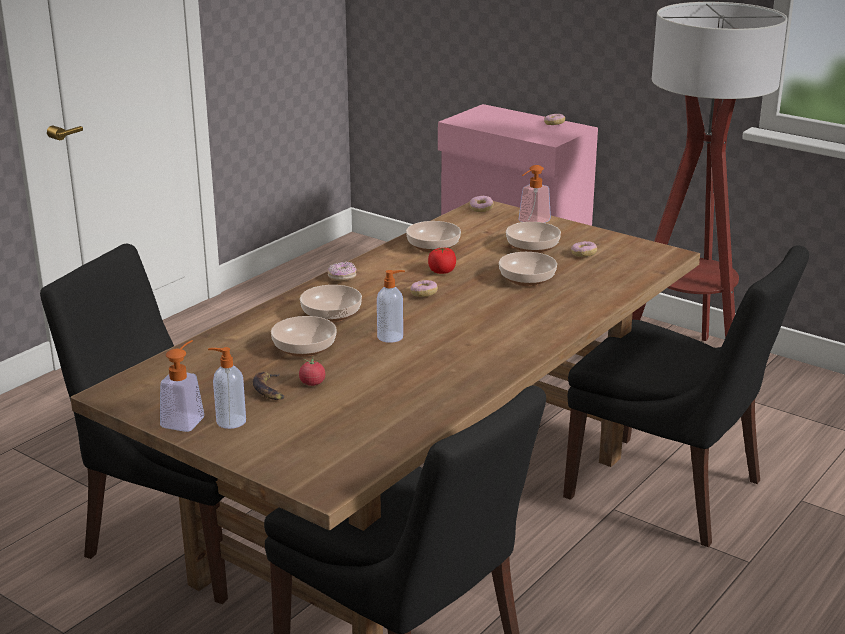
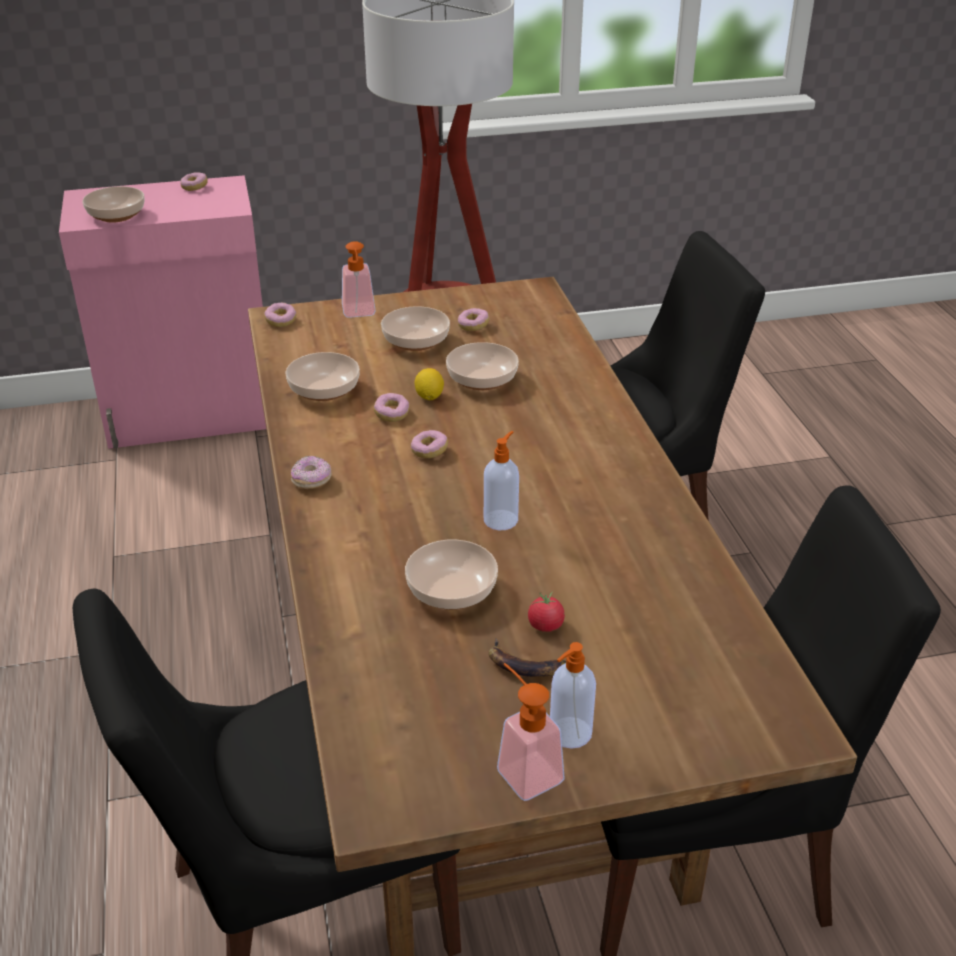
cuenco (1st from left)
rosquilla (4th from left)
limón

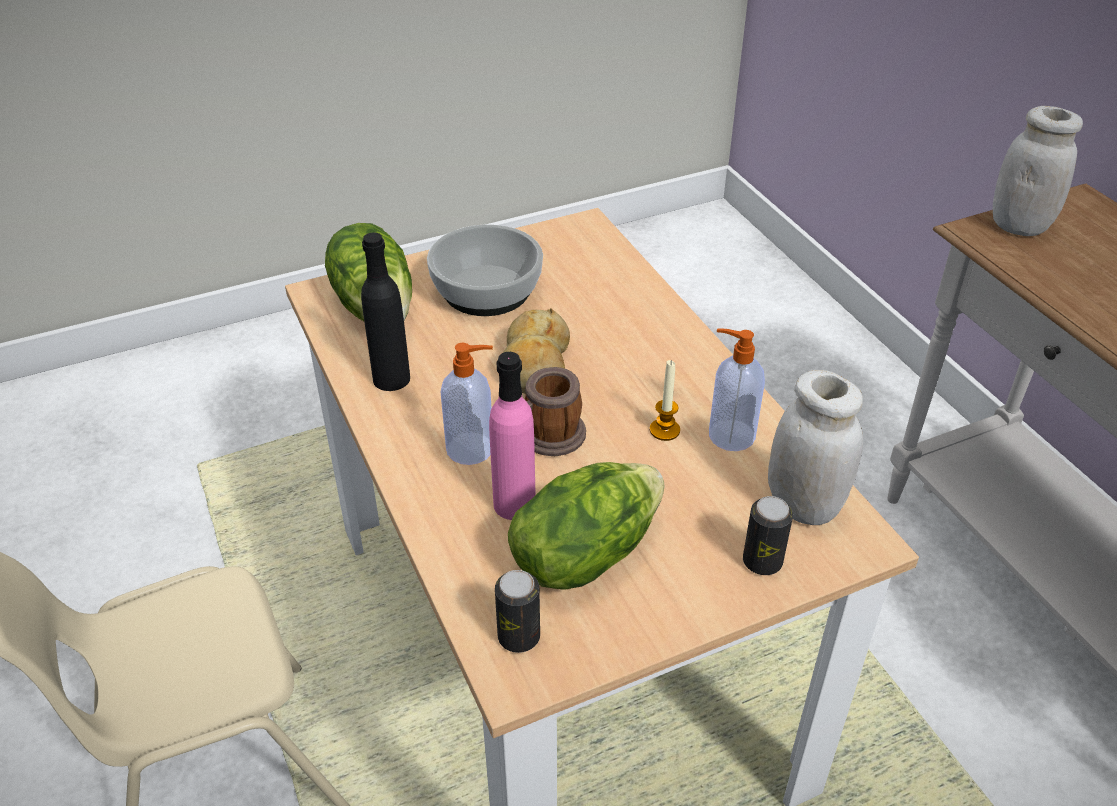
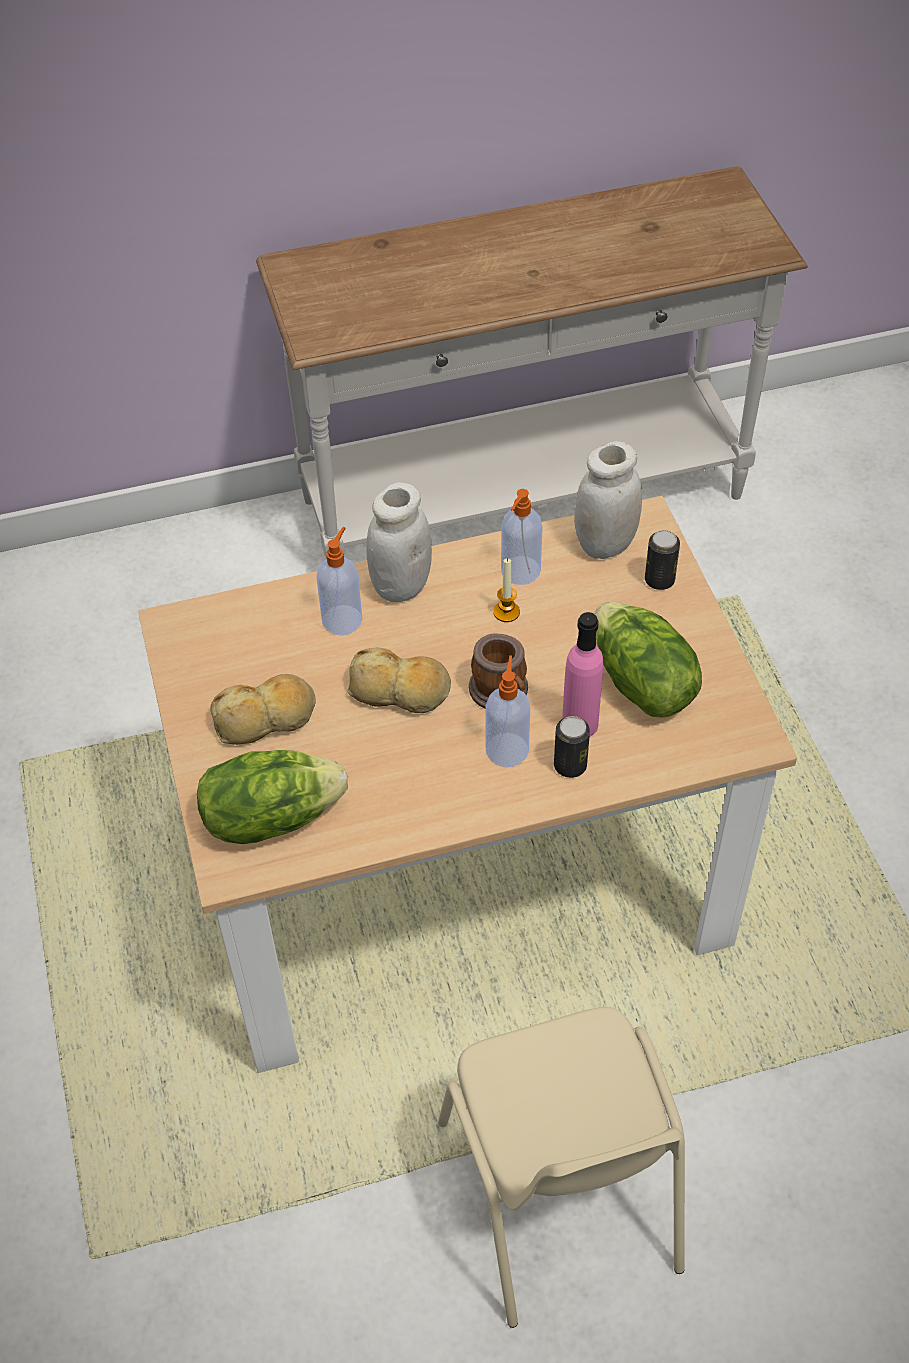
pan (1st from left)
dispensador de jabón (1st from left)
tarro [blanco] (1st from left)
lata (1st from left)
botella [negro]

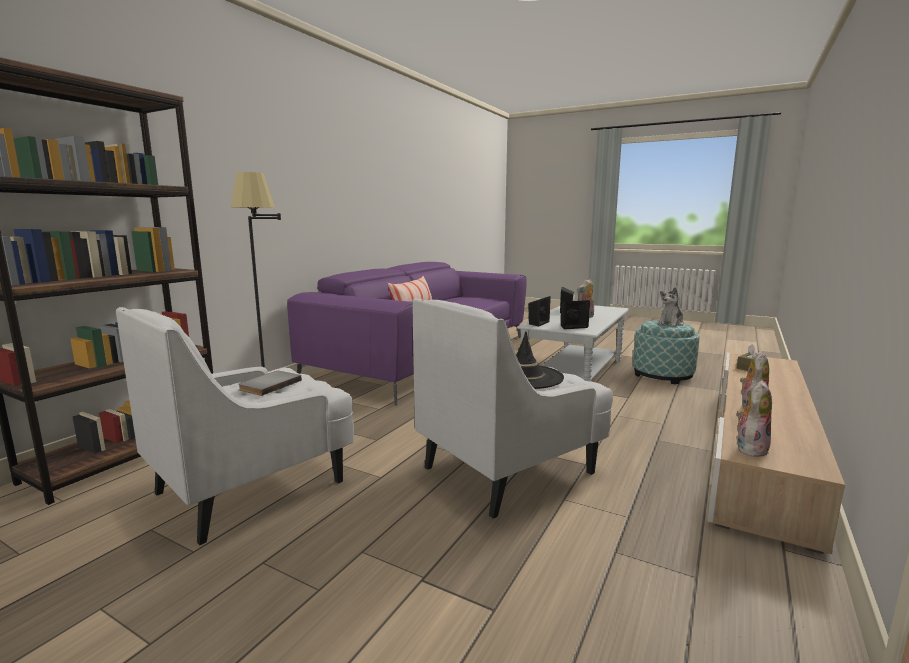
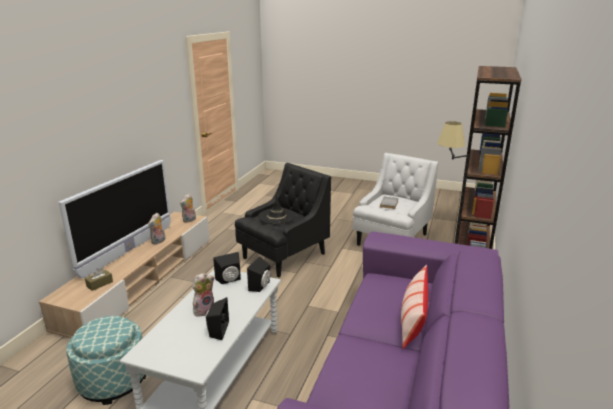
televisor
sillón [negro]
peluche (2nd from left in the first image)

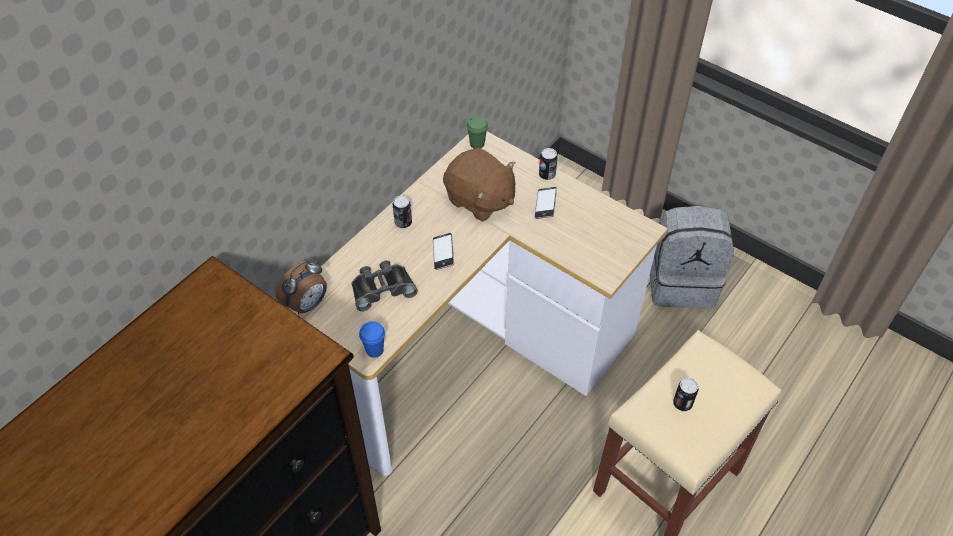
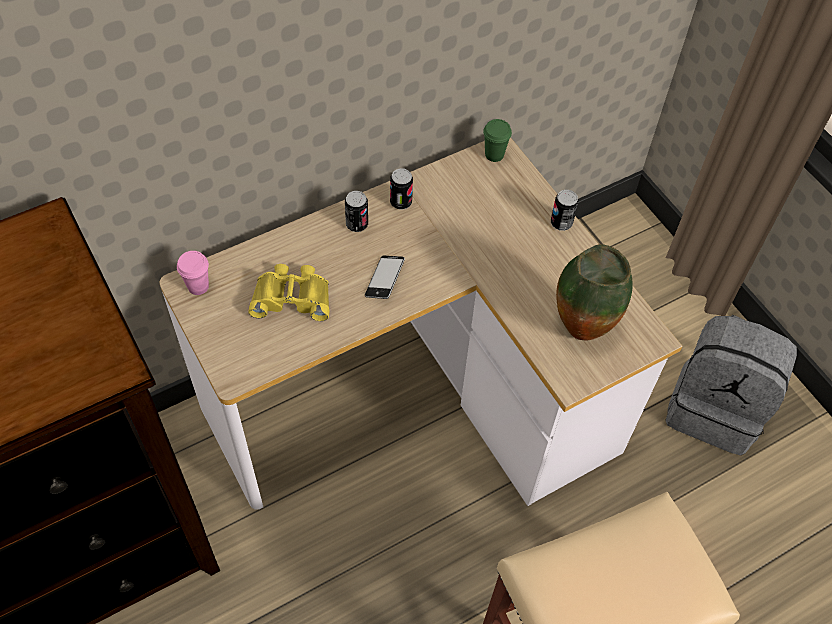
taza [rosa]
prismáticos [amarillo]
lata (2nd from left)
florero
taza [azul]
peluche [marrón]
móvil (2nd from left in the first image)

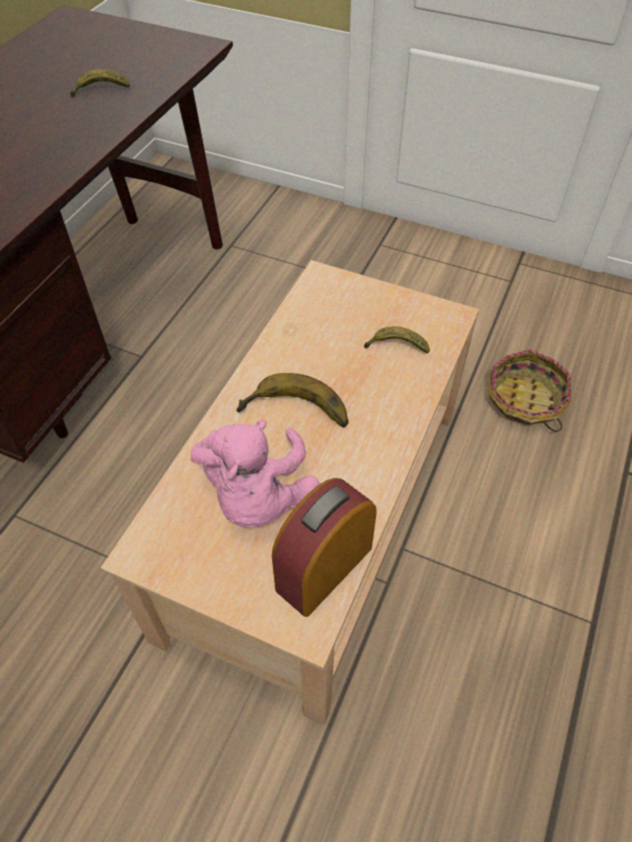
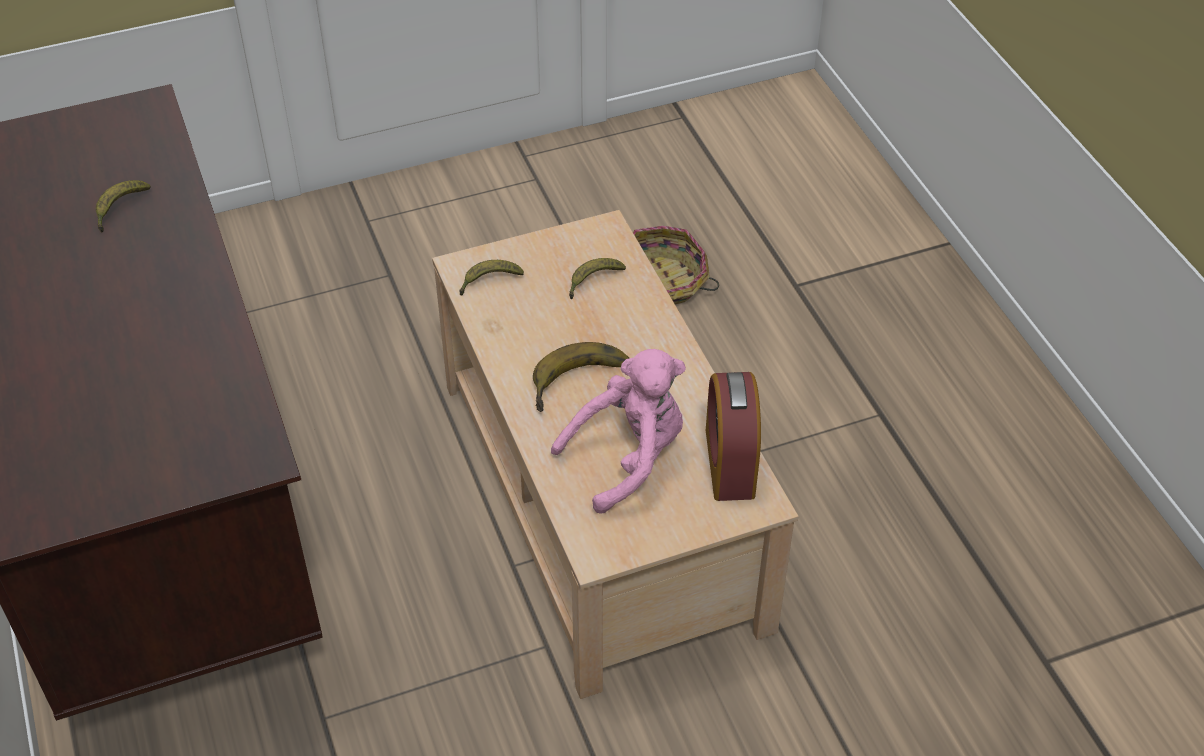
plátano (2nd from left)
peluche [rosa]

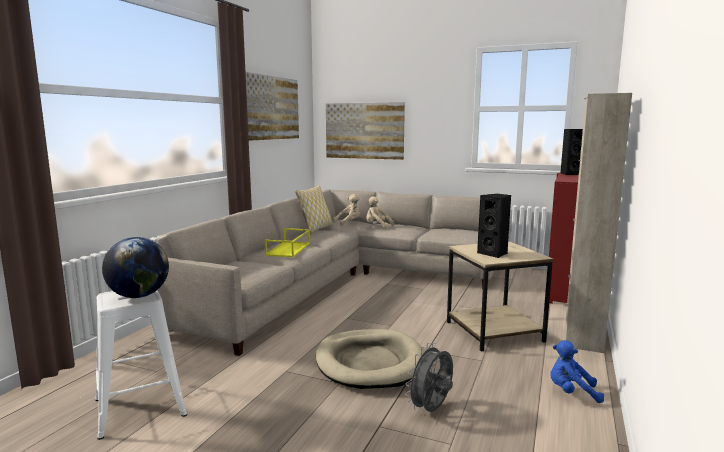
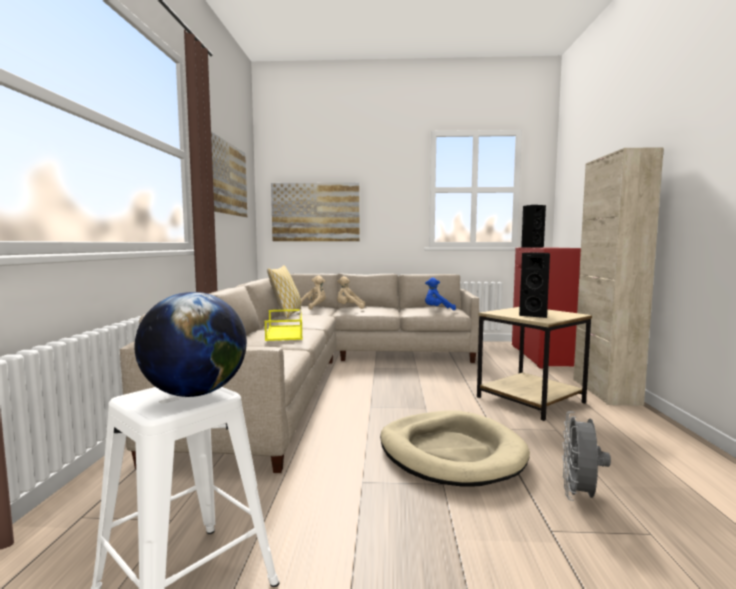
peluche [azul]

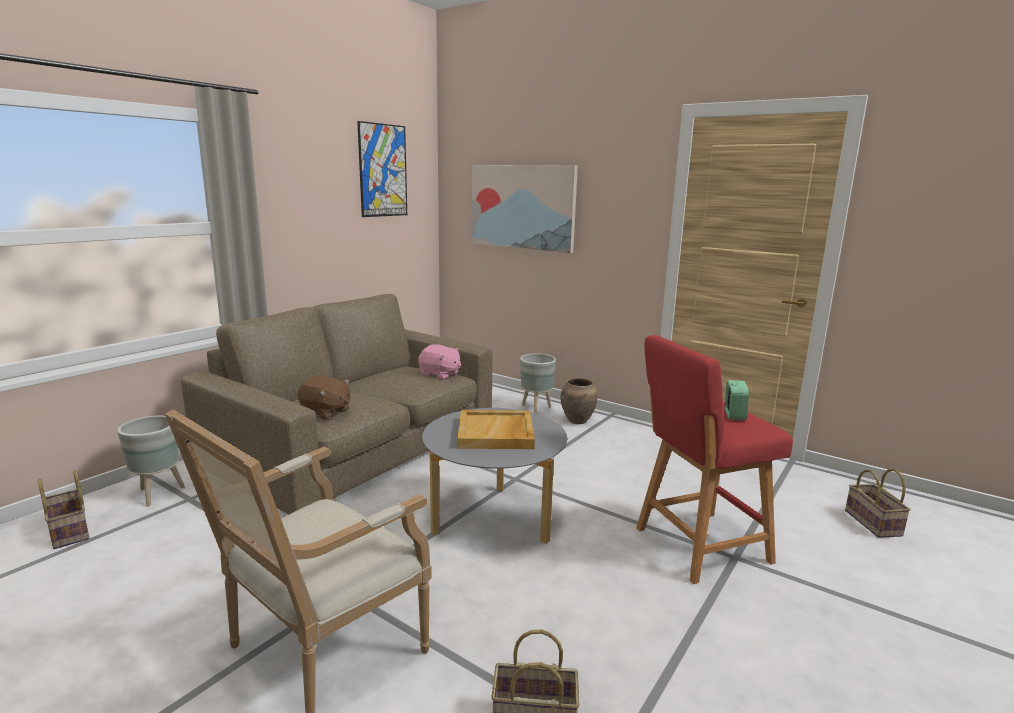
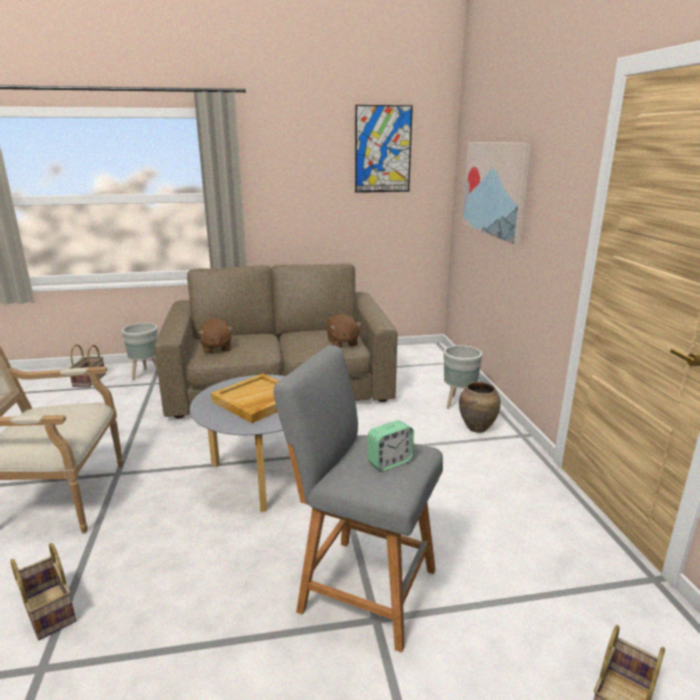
taburete [gris]
peluche [marrón] (2nd from left)

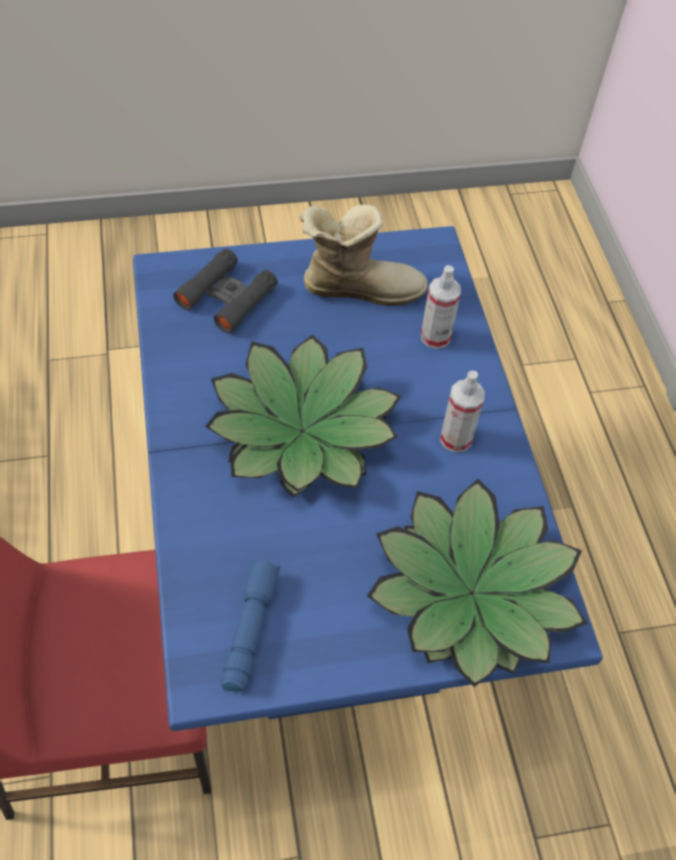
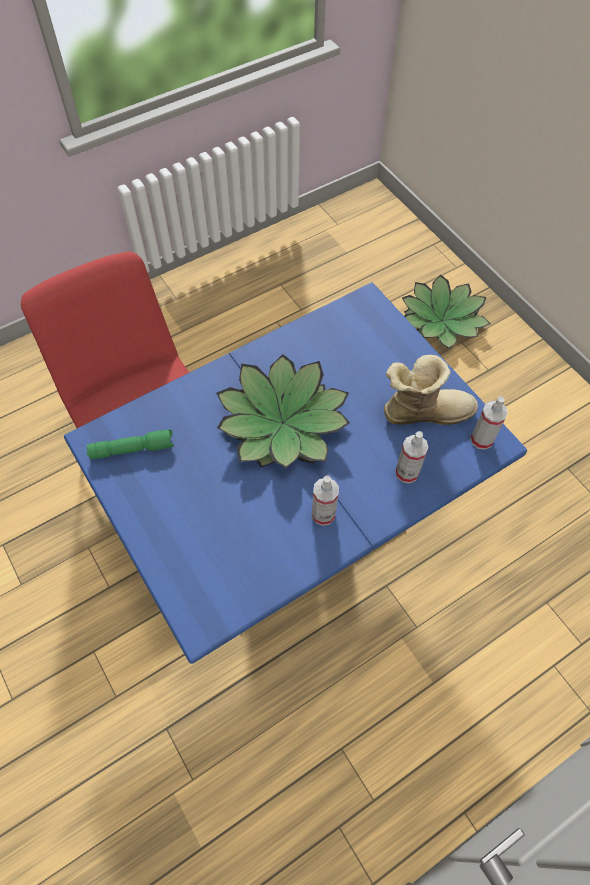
linterna [verde]
bota
planta en maceta (2nd from left)
pulverizador (3rd from left)
prismáticos [negro]

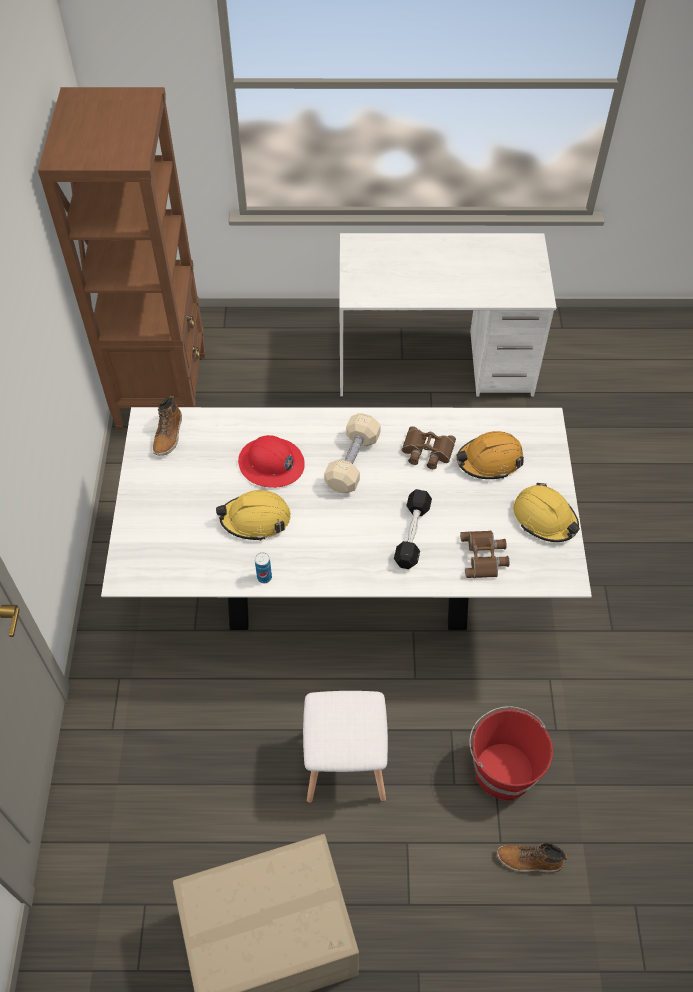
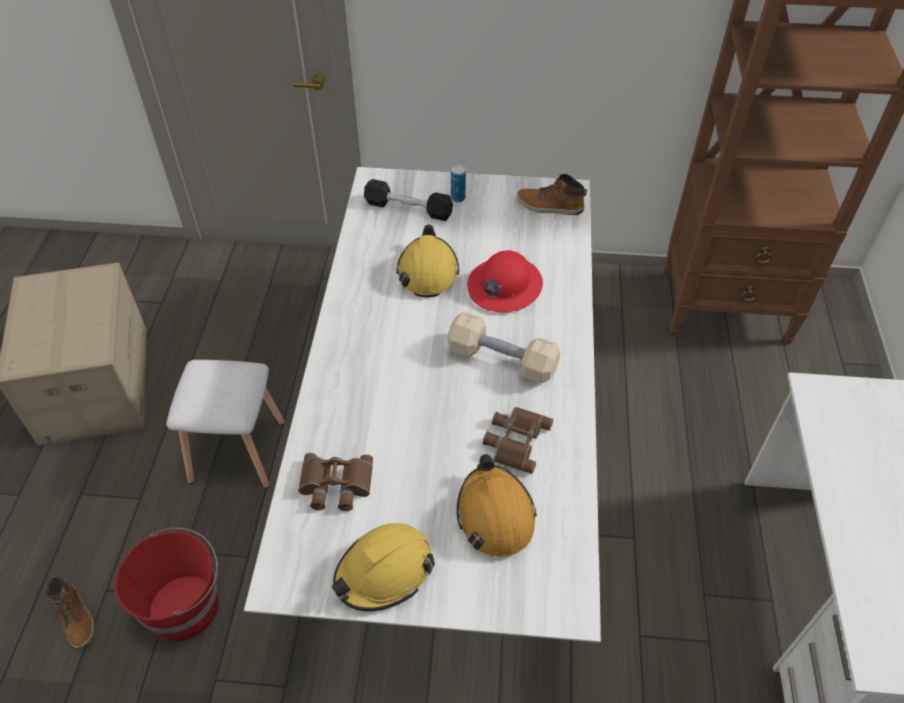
bota (1st from left)
mancuerna [negro]
lata

